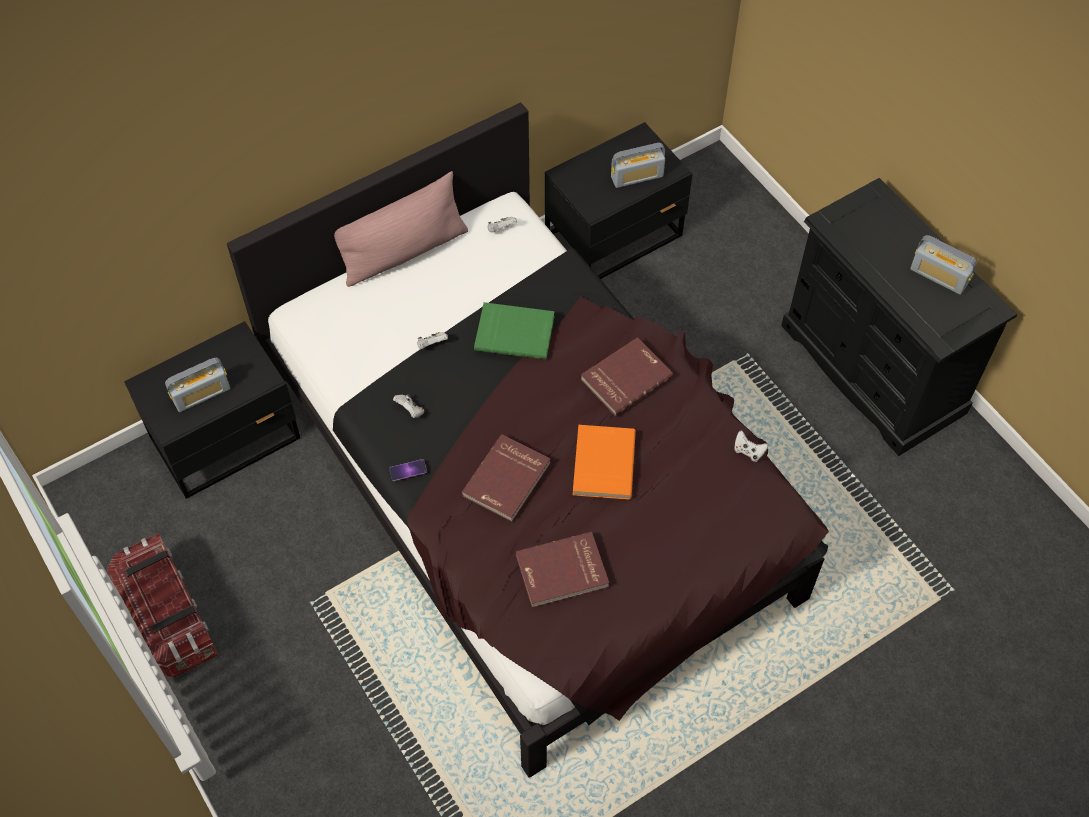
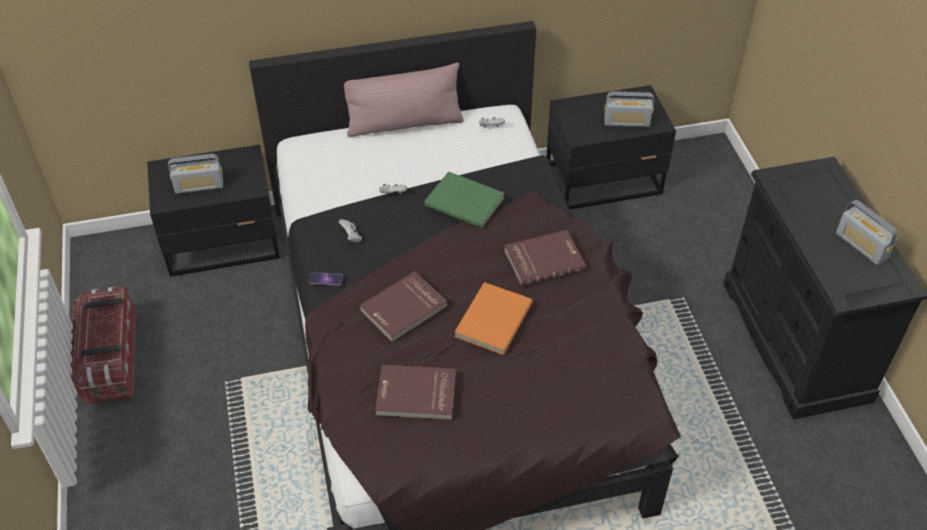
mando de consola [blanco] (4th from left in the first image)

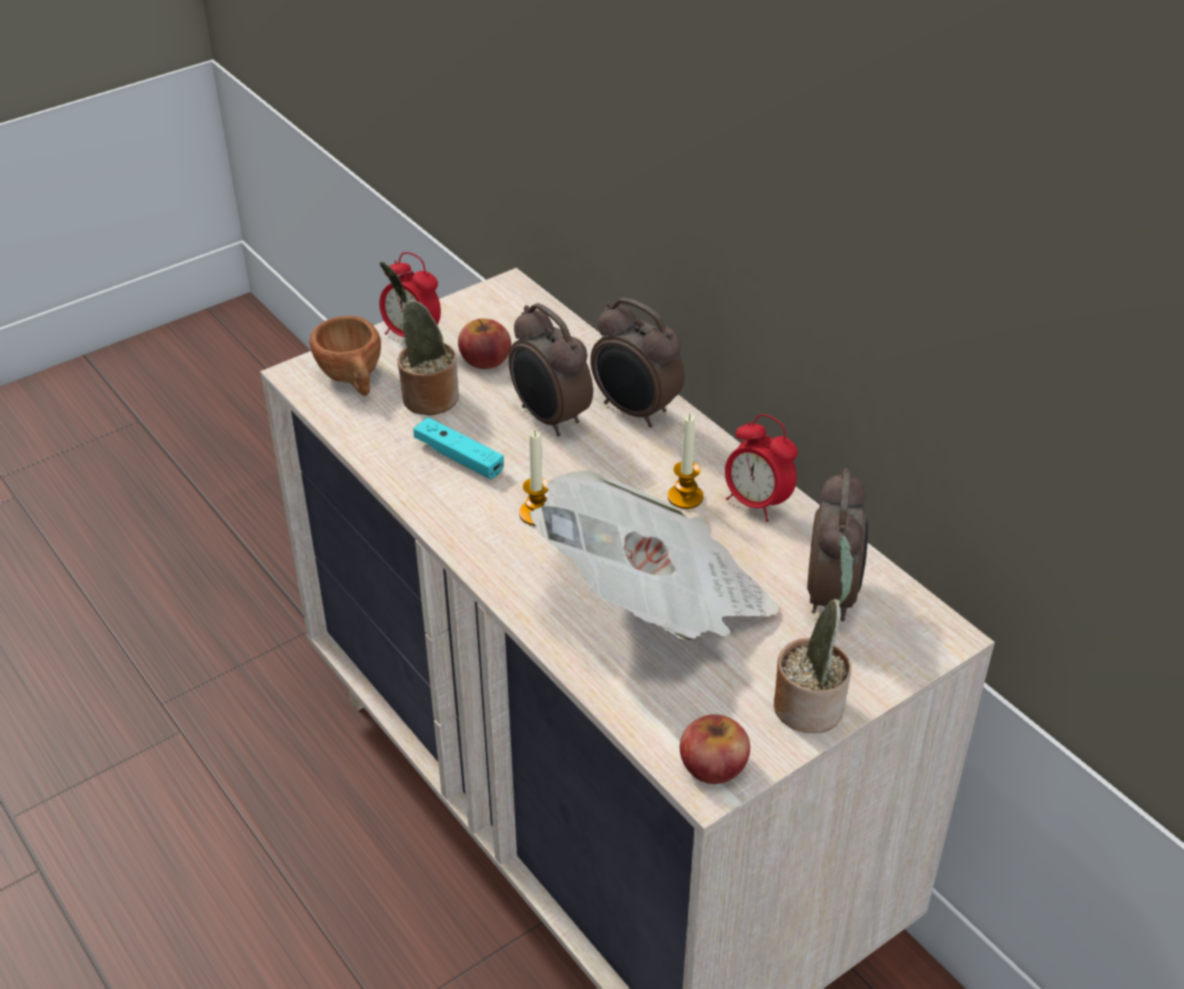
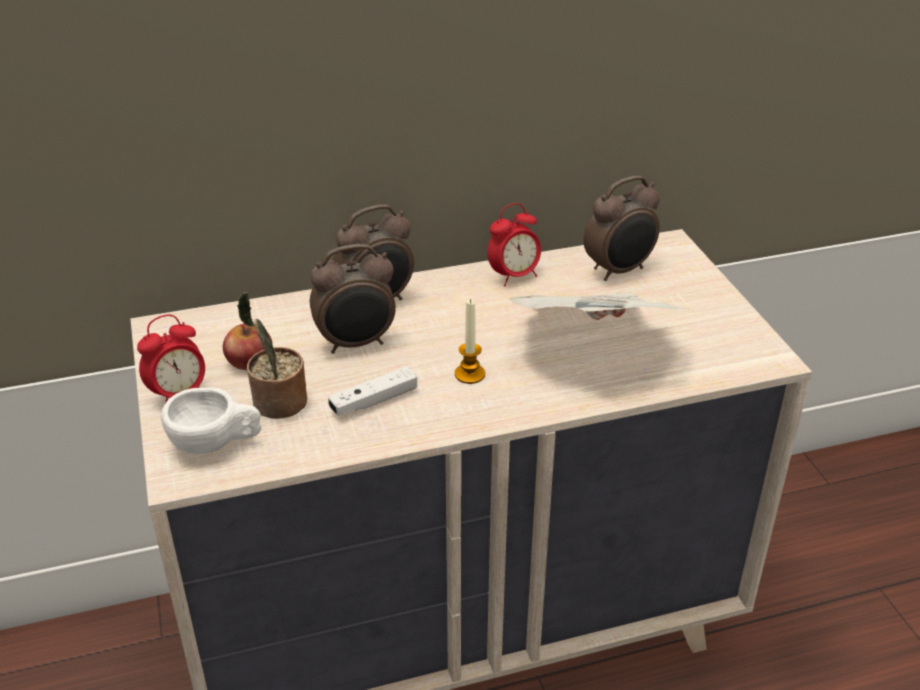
taza [blanco]
mando de consola [blanco]
despertador (5th from left)
vela (2nd from left in the first image)
manzana (2nd from left in the first image)
planta en maceta (2nd from left in the first image)

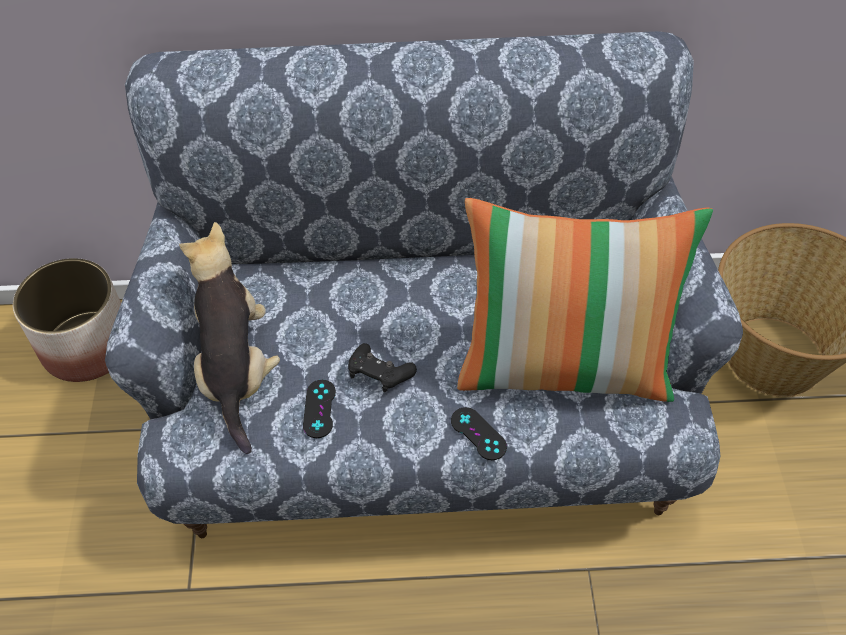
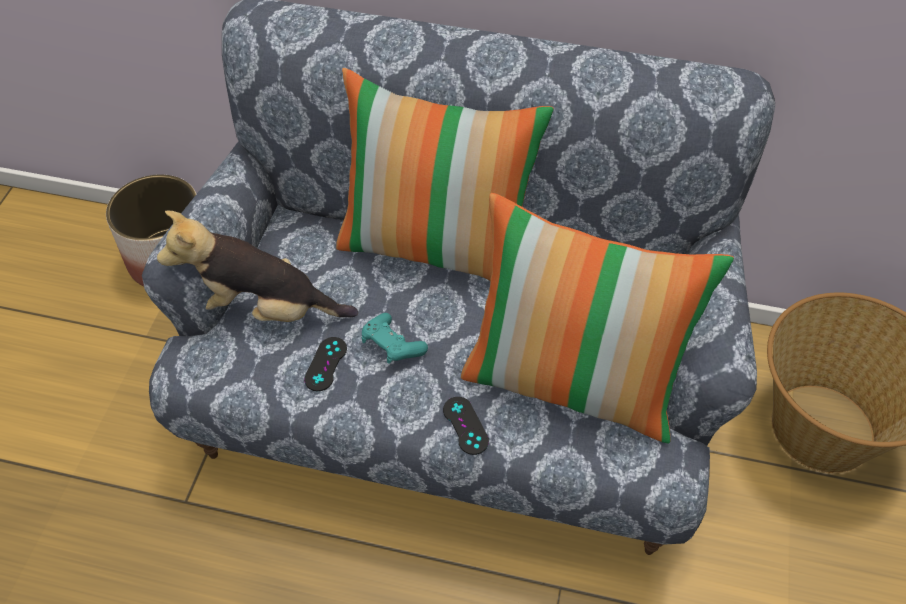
peluche
cojín (1st from left)
mando de consola [turquesa]

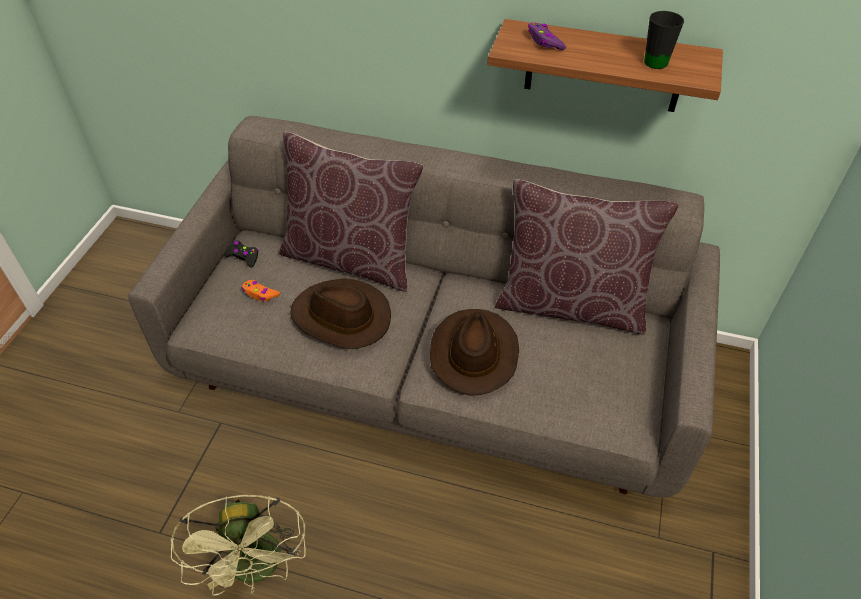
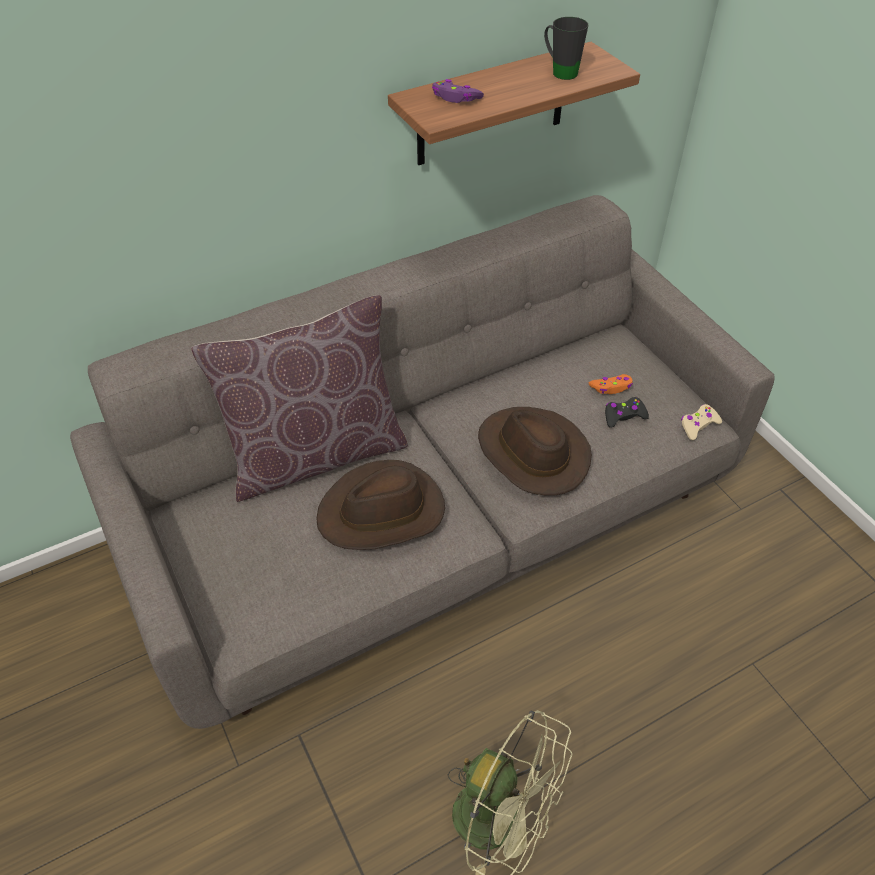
mando de consola [naranja]
mando de consola [negro]
mando de consola [beis]
cojín [marrón] (2nd from left in the first image)

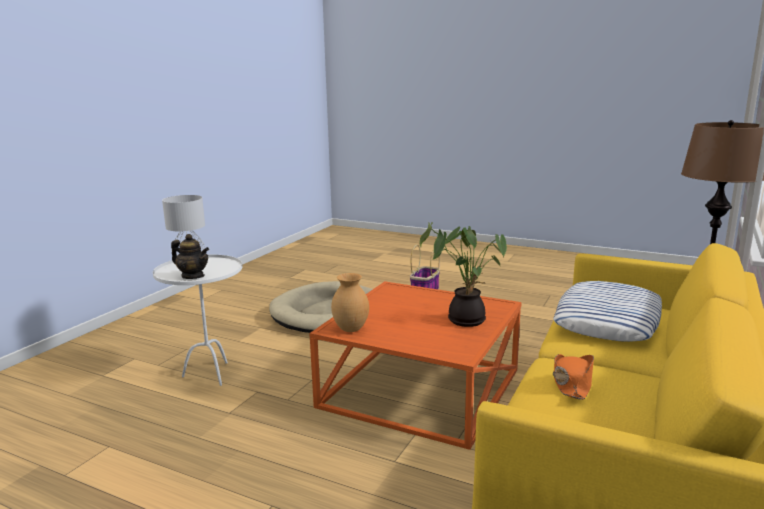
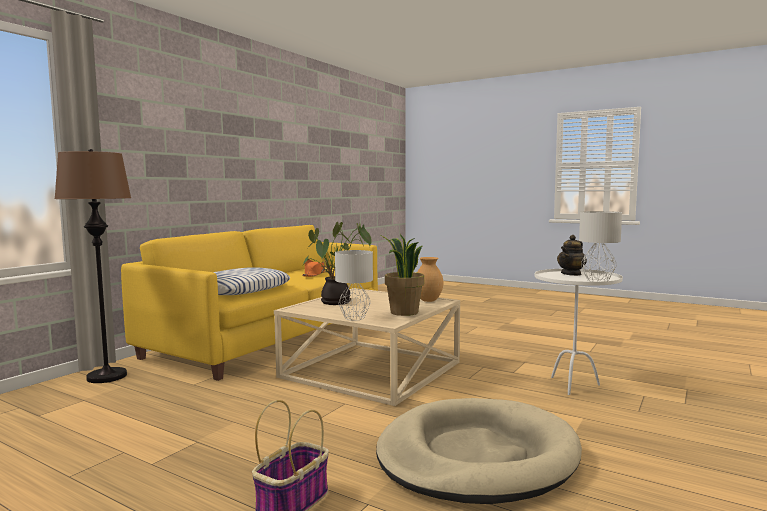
mesa de centro [beis]
lámpara de mesa [gris] (1st from left)
planta en maceta (2nd from left)
tetera

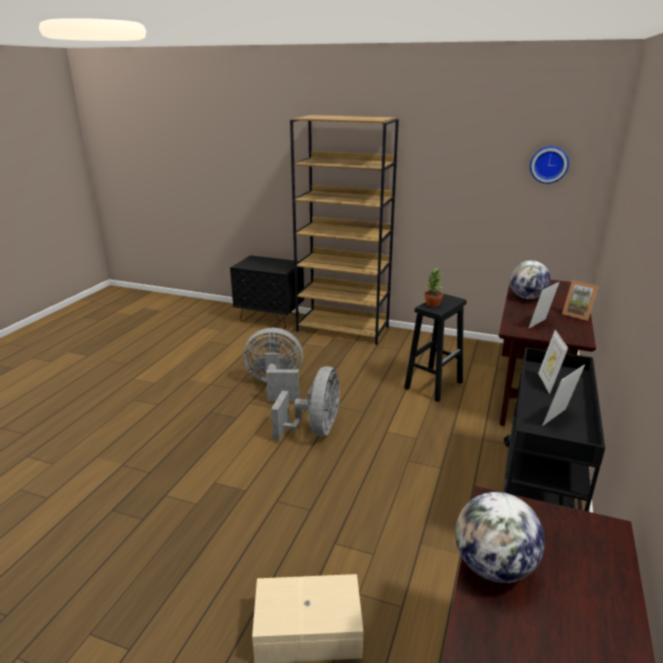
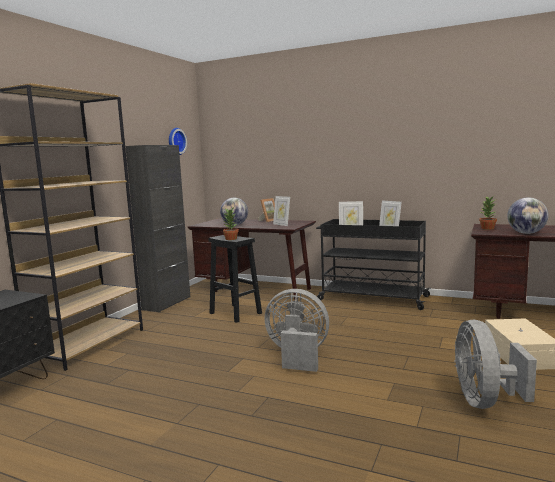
armario [negro]
ventilador [gris] (2nd from left)
planta en maceta (2nd from left)

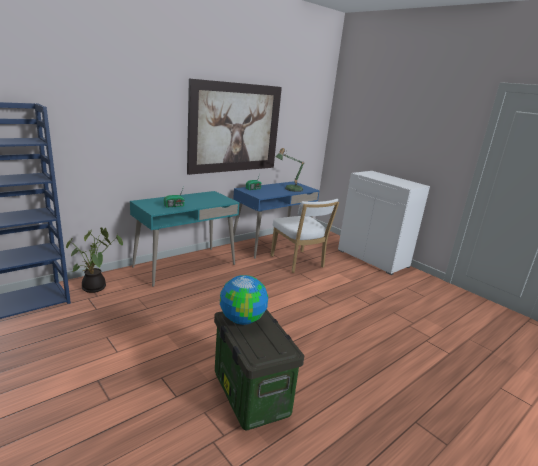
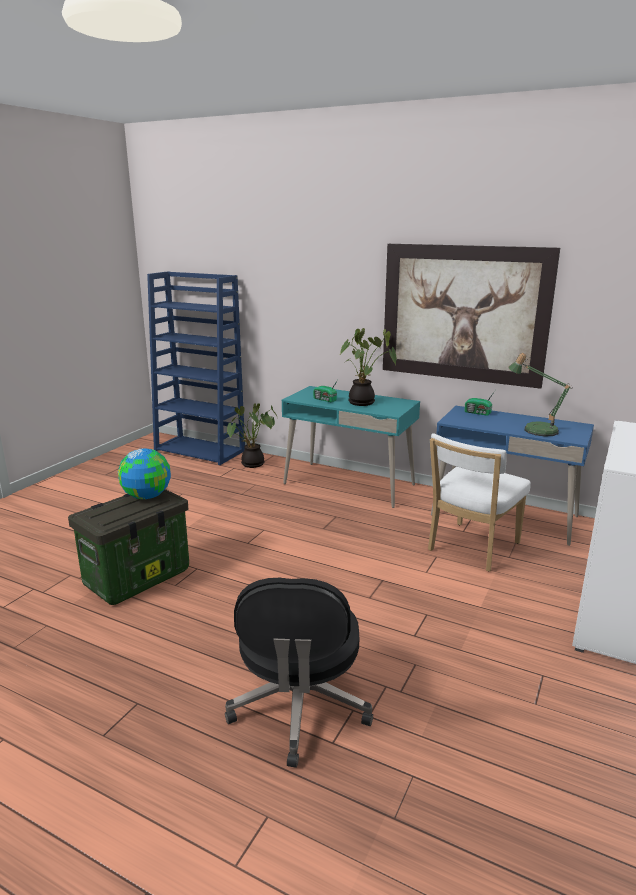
silla de oficina [negro]
planta en maceta (2nd from left)

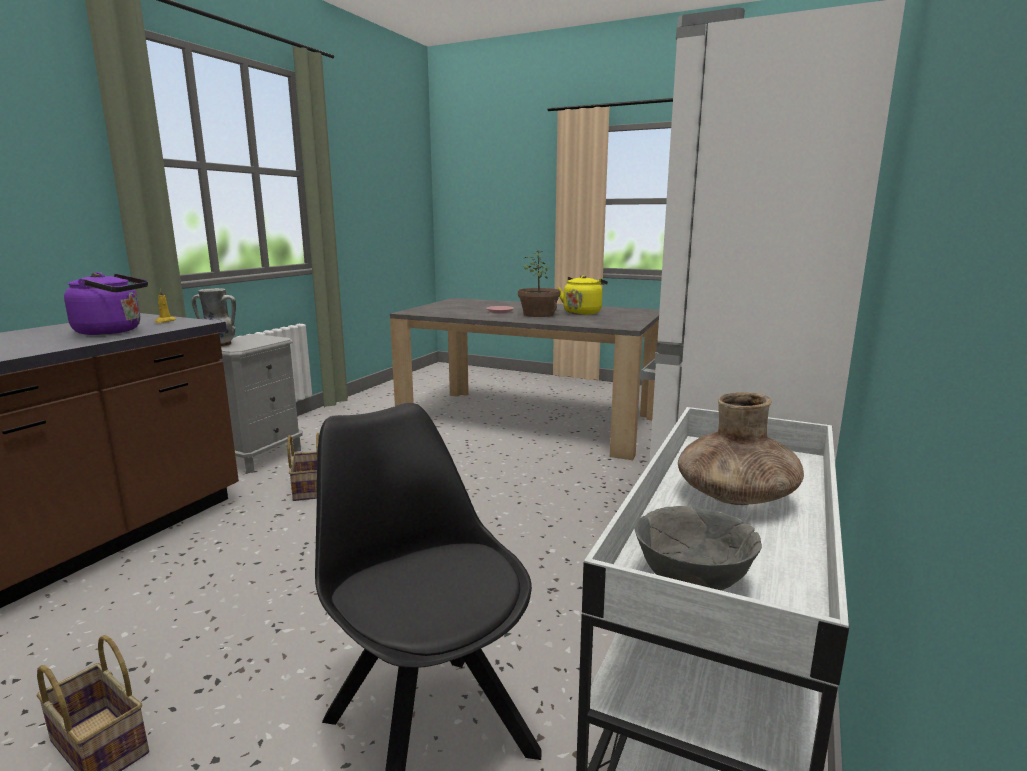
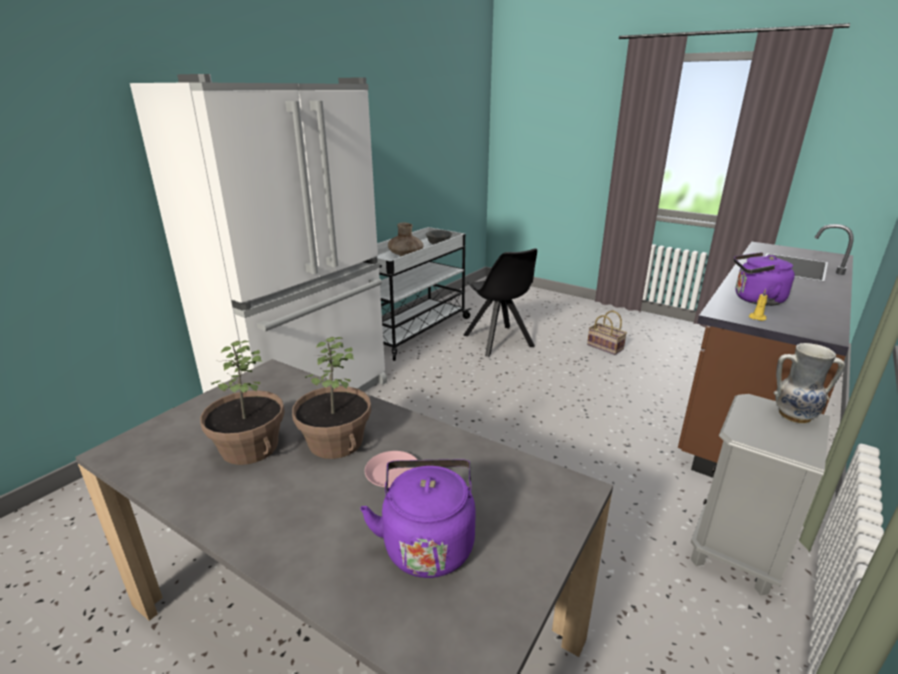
planta en maceta (1st from left)
hervidor [morado] (1st from left)
cesta (2nd from left in the first image)

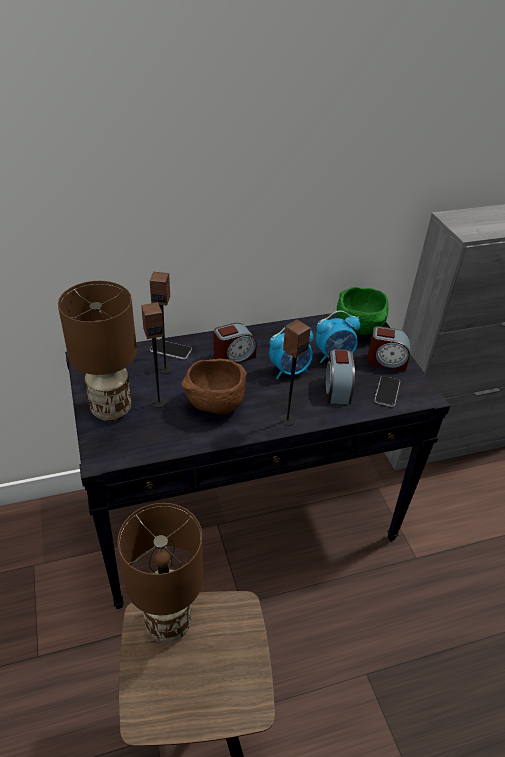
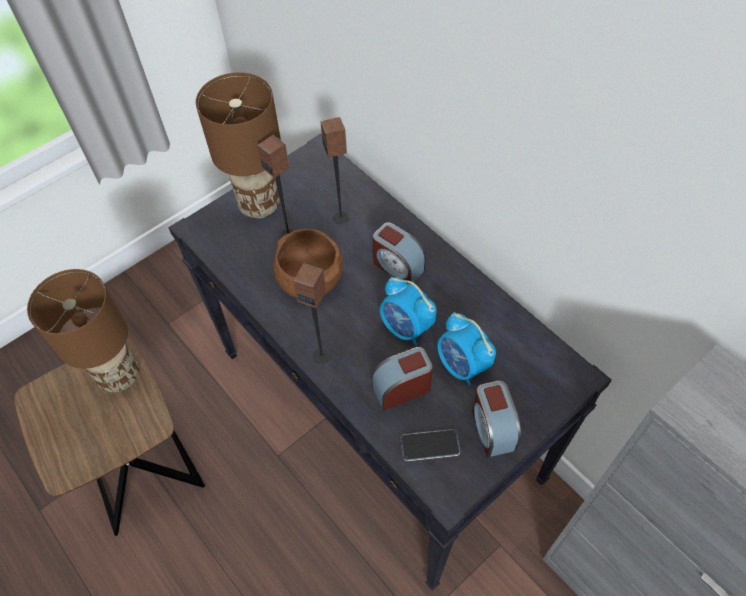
móvil (1st from left in the first image)
cuenco [verde]

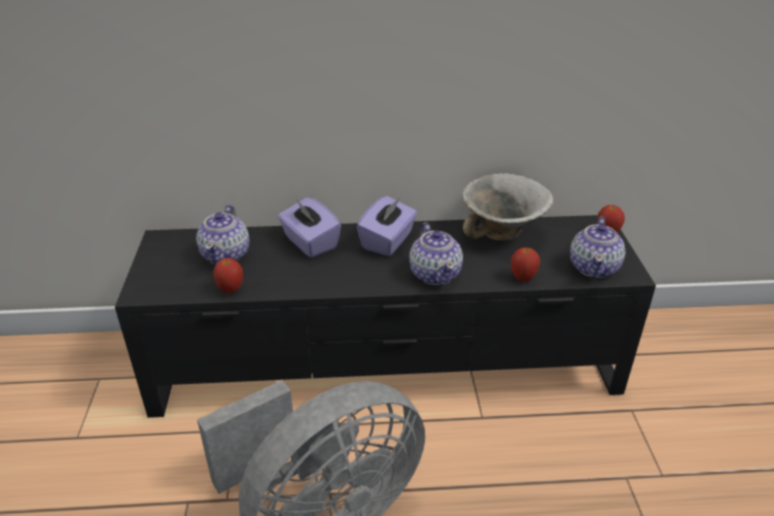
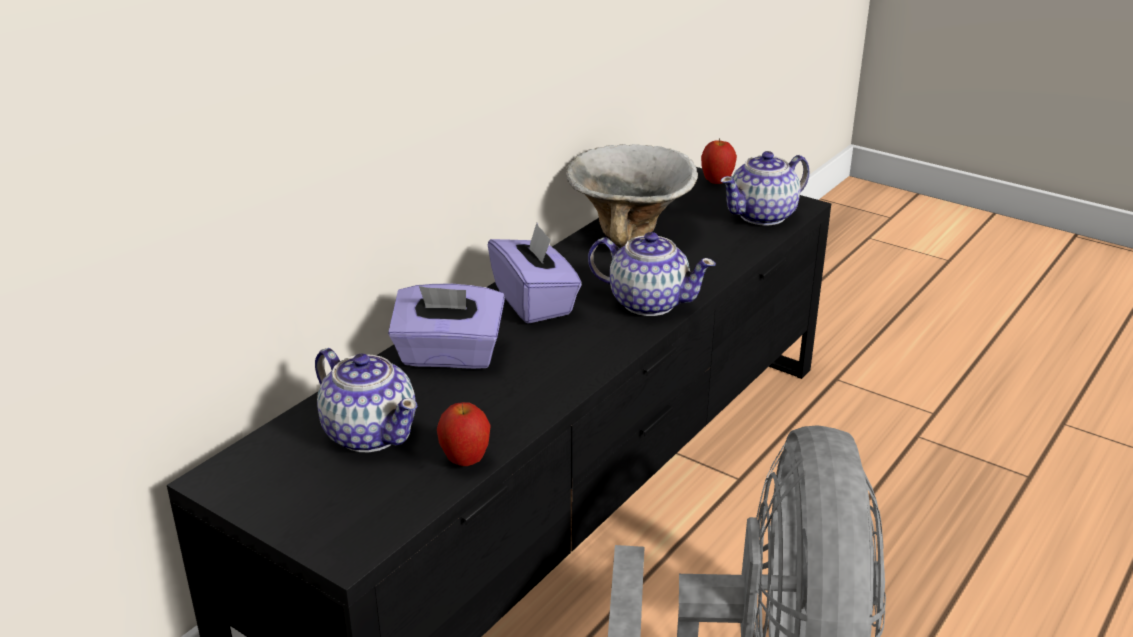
tetera (3rd from left)
manzana (2nd from left in the first image)

